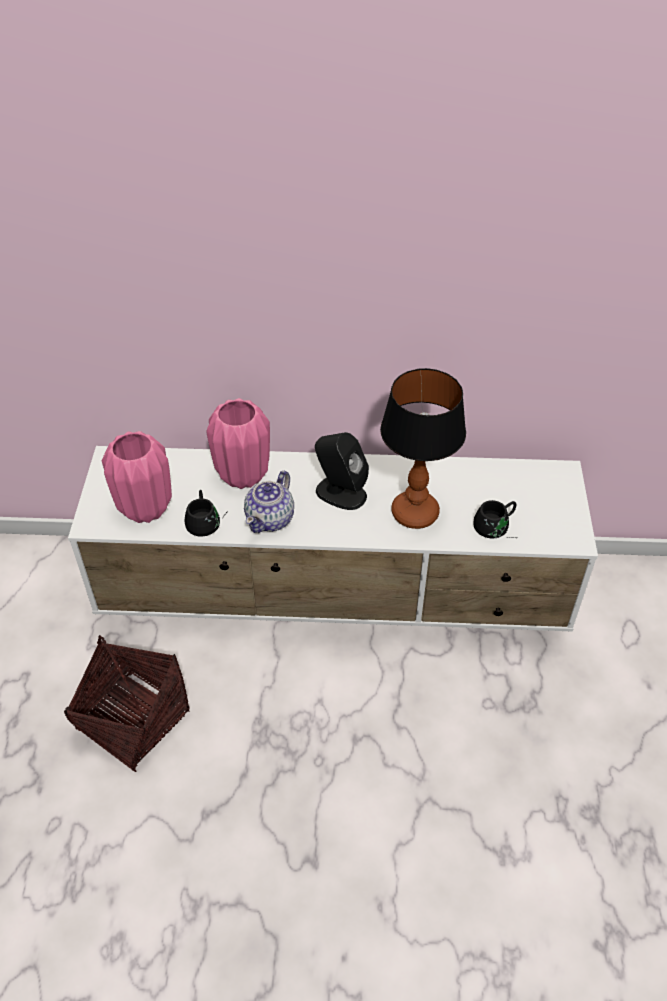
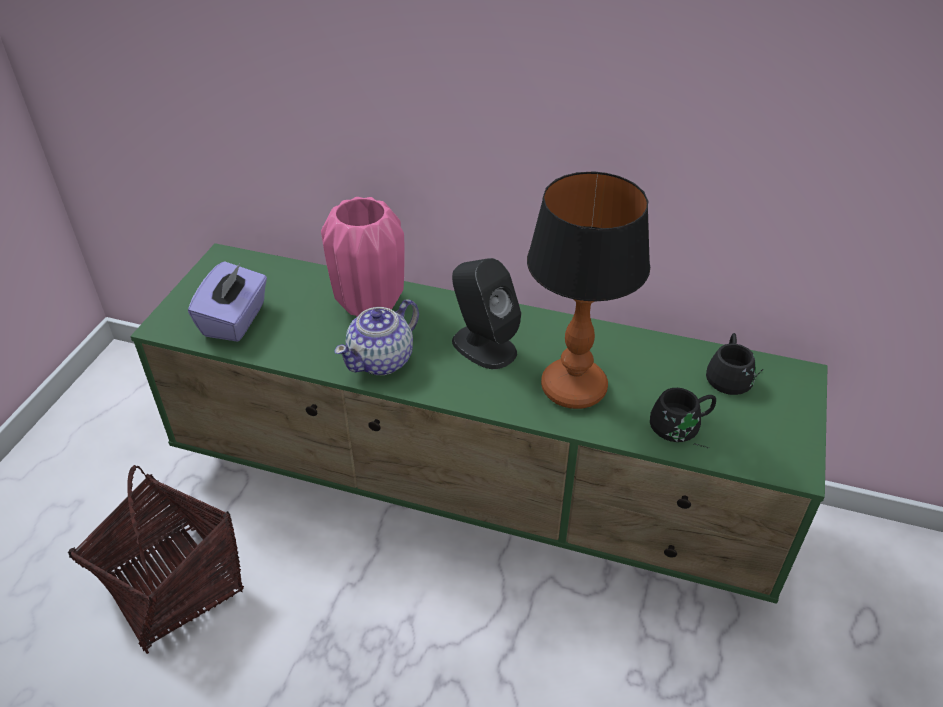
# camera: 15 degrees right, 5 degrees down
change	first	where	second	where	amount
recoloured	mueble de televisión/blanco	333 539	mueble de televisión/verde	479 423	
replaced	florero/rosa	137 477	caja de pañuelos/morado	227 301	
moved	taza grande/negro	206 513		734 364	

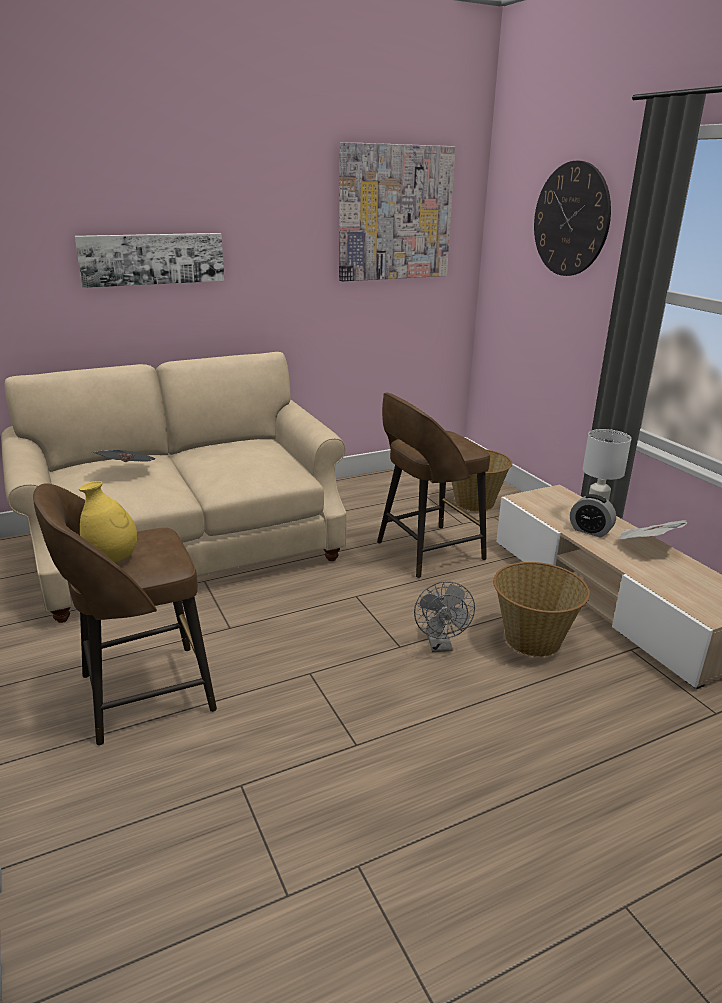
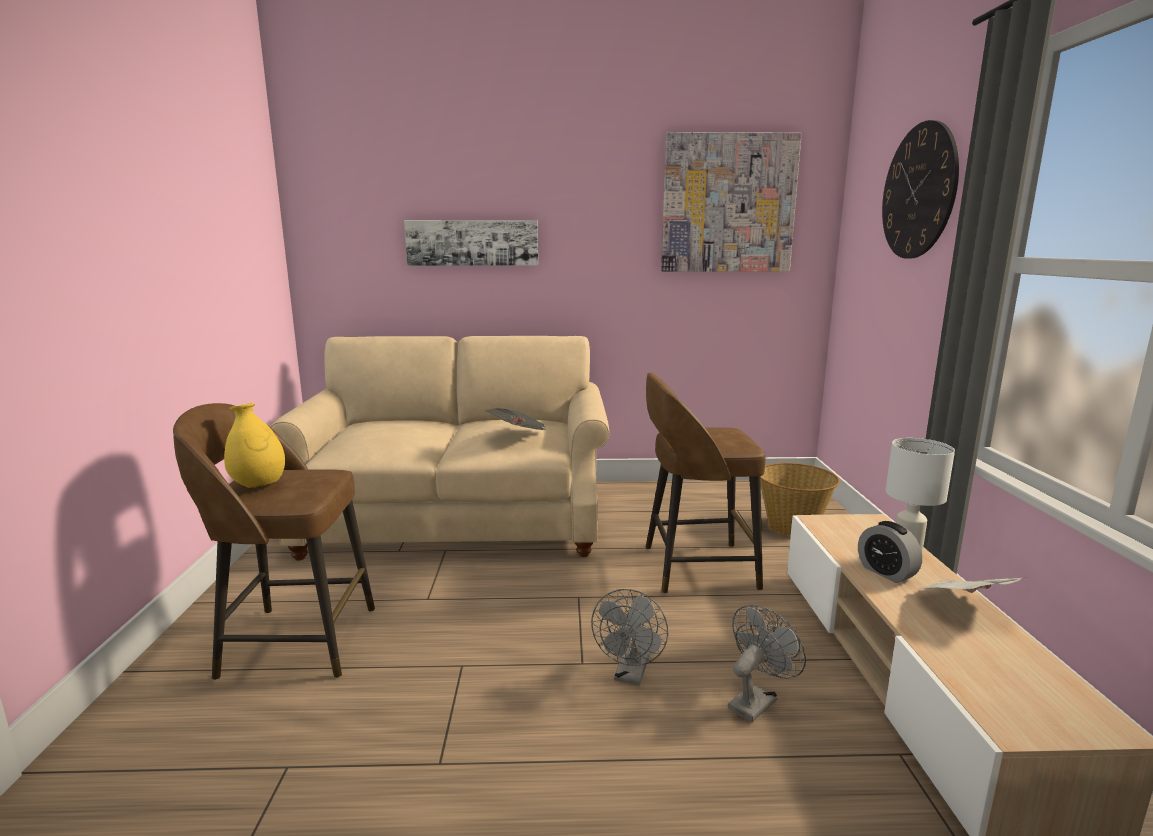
# camera: 25 degrees right, 10 degrees down
change	first	where	second	where	amount
moved	periódico	124 456		516 419	
replaced	cesta	541 609	ventilador/gris	767 663	

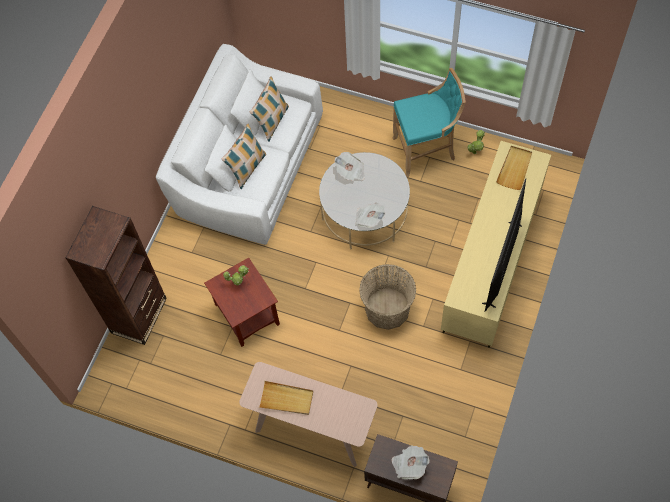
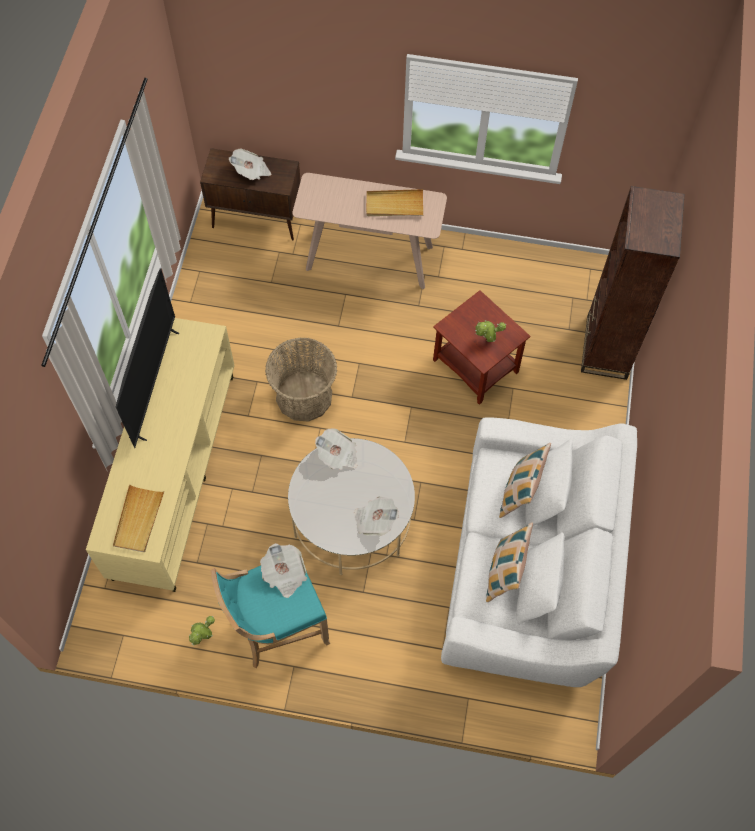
# camera: 165 degrees right, 0 degrees up
change	first	where	second	where	amount
added			periódico	283 570	

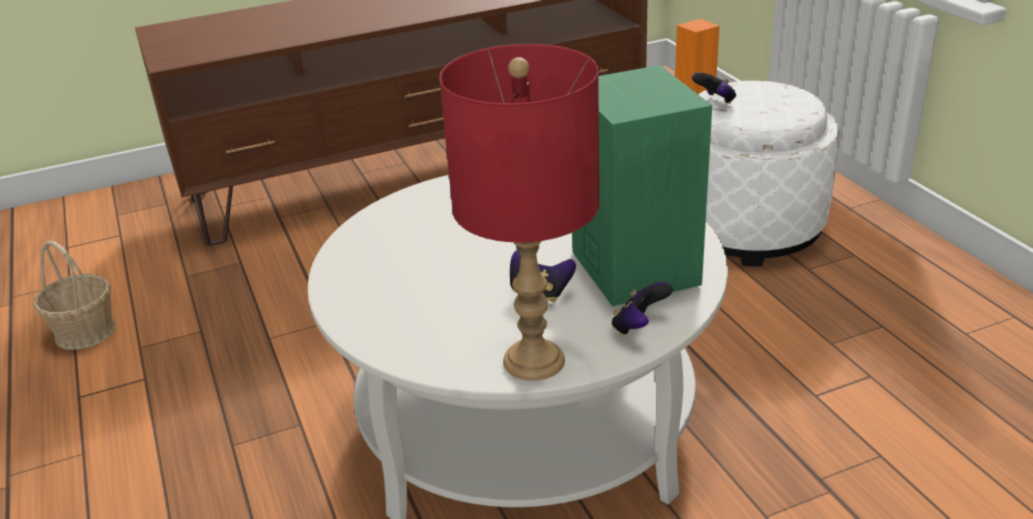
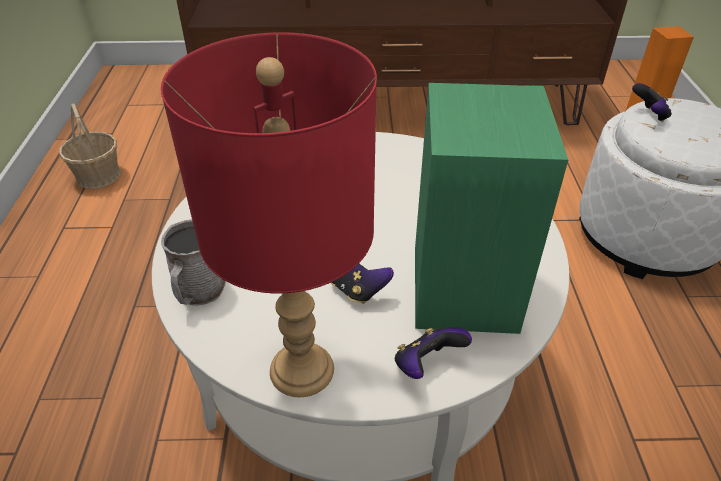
# camera: 20 degrees right, 10 degrees up
change	first	where	second	where	amount
added			taza grande/gris	193 262	

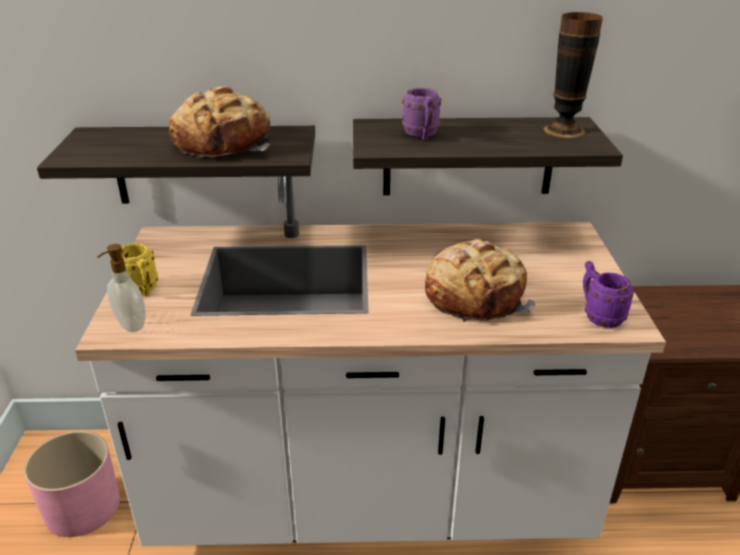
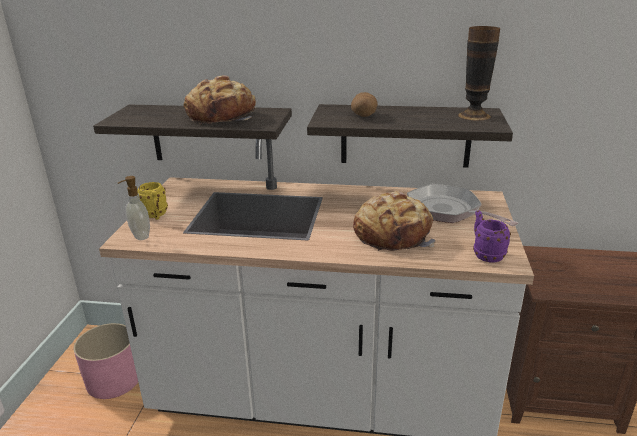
# camera: 10 degrees right, 5 degrees down
change	first	where	second	where	amount
replaced	taza grande/morado	421 114	patata	364 104	
added			sartén	462 205	

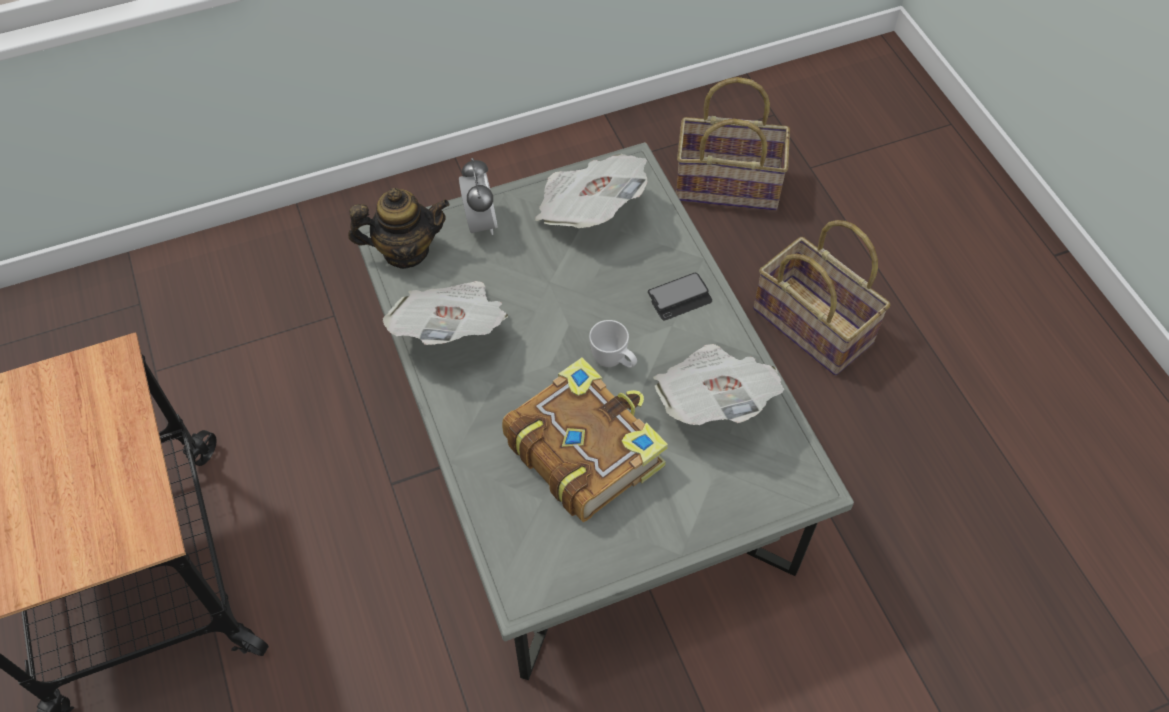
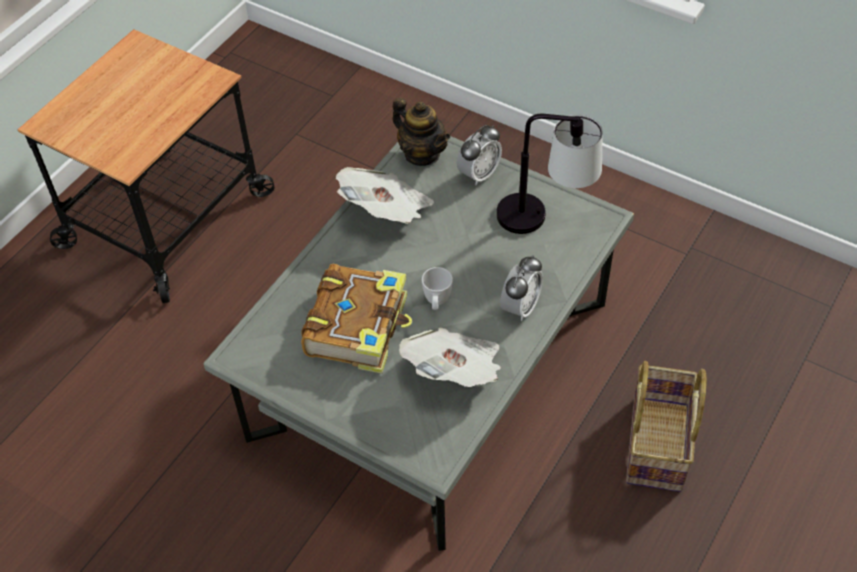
# camera: 55 degrees right, 5 degrees down
change	first	where	second	where	amount
replaced	periódico	591 191	lámpara de mesa	549 174	
replaced	móvil	680 297	despertador	522 288	
removed	cesta	733 143			

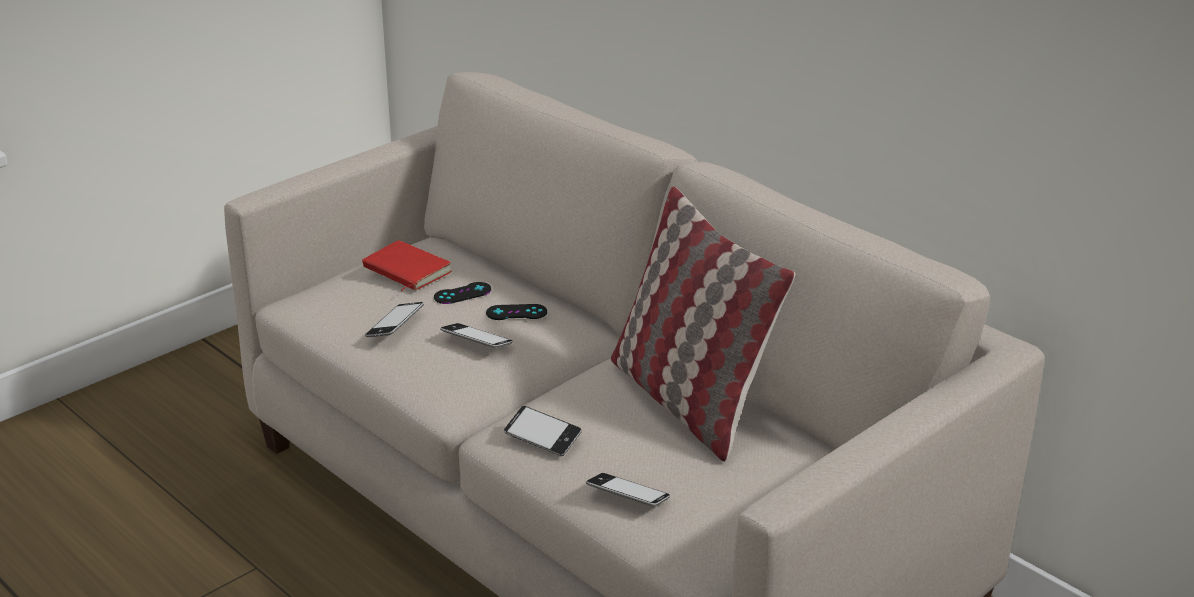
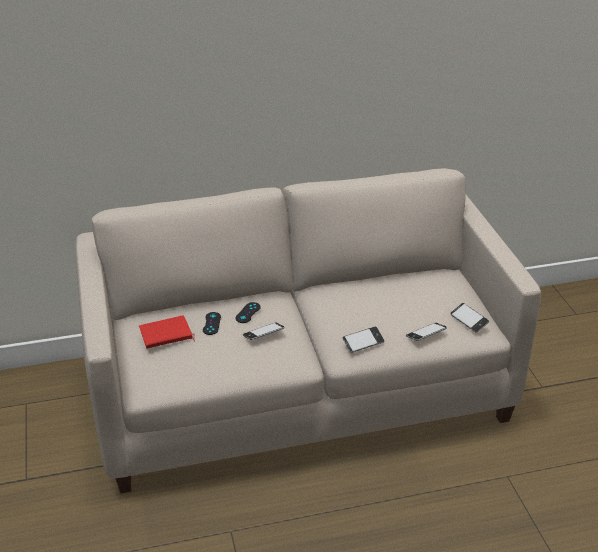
# camera: 60 degrees left, 5 degrees up
change	first	where	second	where	amount
moved	móvil	394 319		469 318	
removed	cojín	703 324			

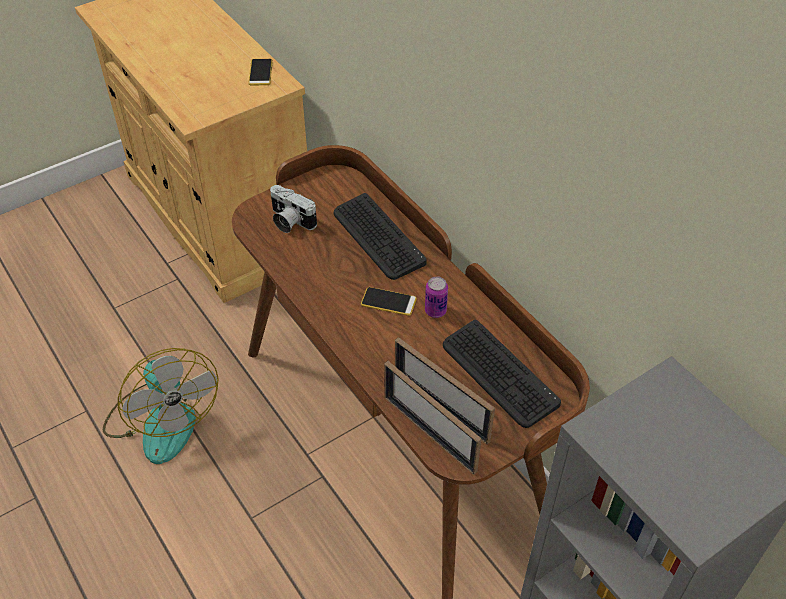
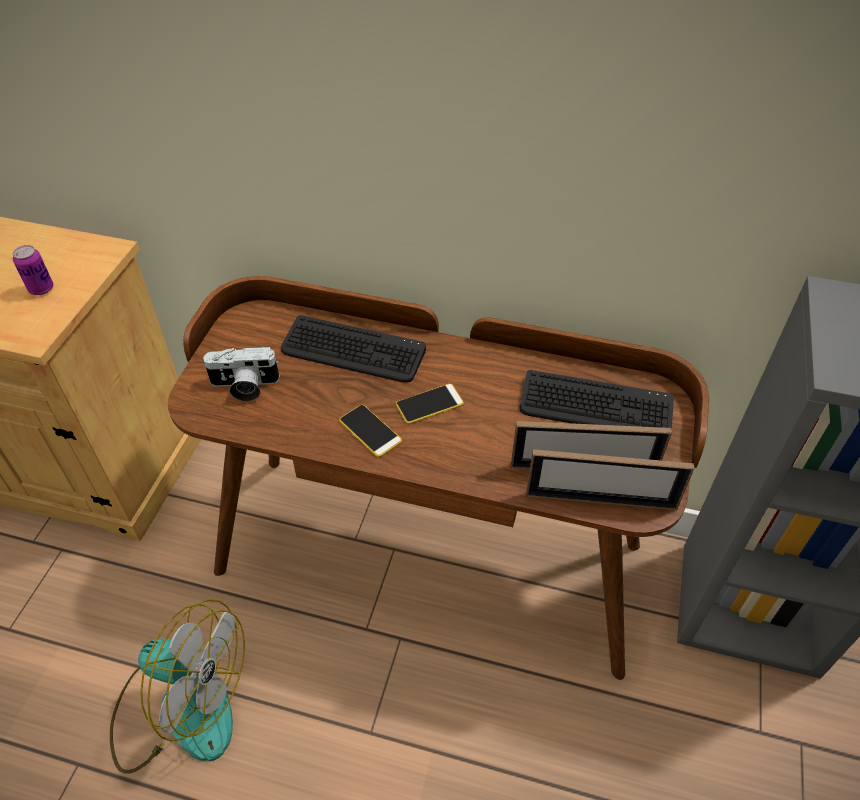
# camera: 40 degrees left, 0 degrees up
change	first	where	second	where	amount
moved	lata	436 297		33 270	
moved	móvil	260 72		370 431	

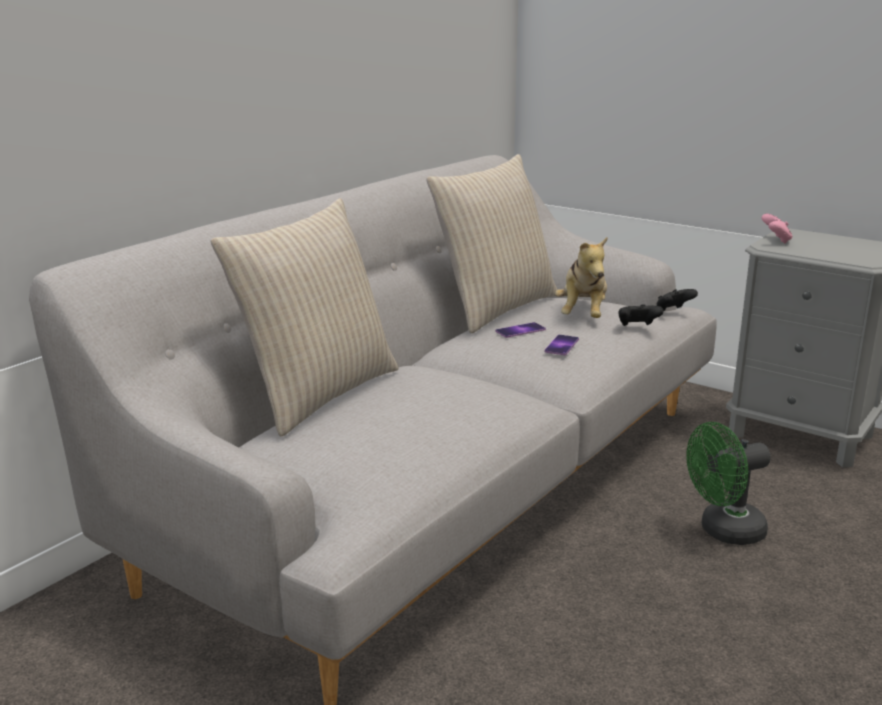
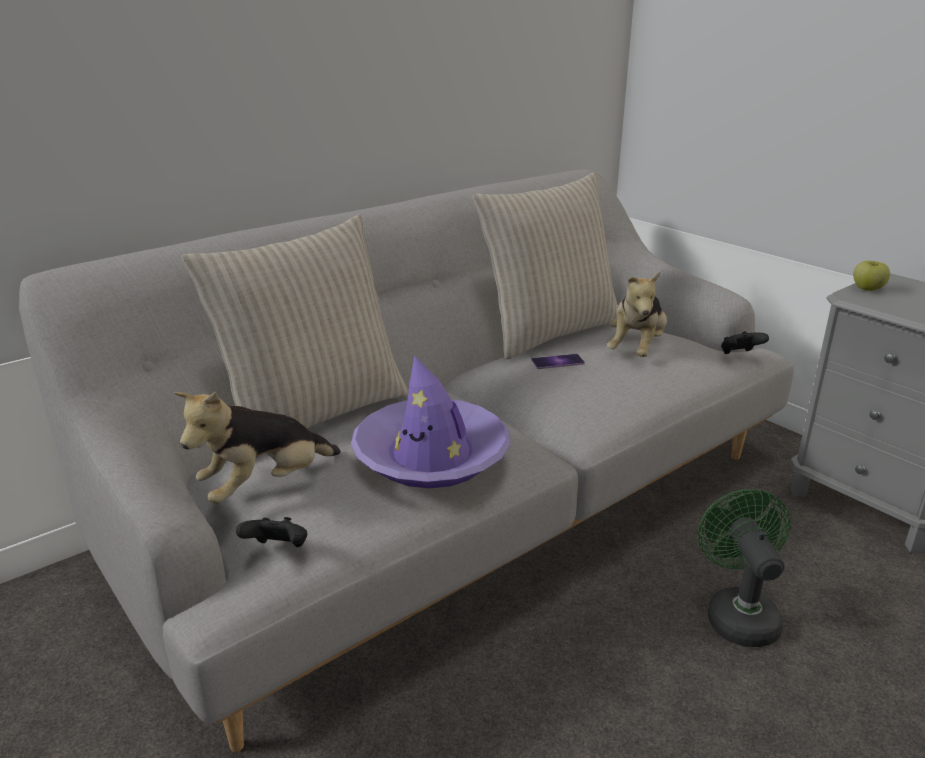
# camera: 15 degrees right, 5 degrees up
change	first	where	second	where	amount
added			peluche	257 448	
moved	mando de consola/negro	640 315		271 532	
added			sombrero/morado	430 421	
turned	ventilador/verde	728 483		744 568	90 degrees clockwise
replaced	mando de consola/rosa	777 229	manzana	871 276	
removed	móvil	561 345			

